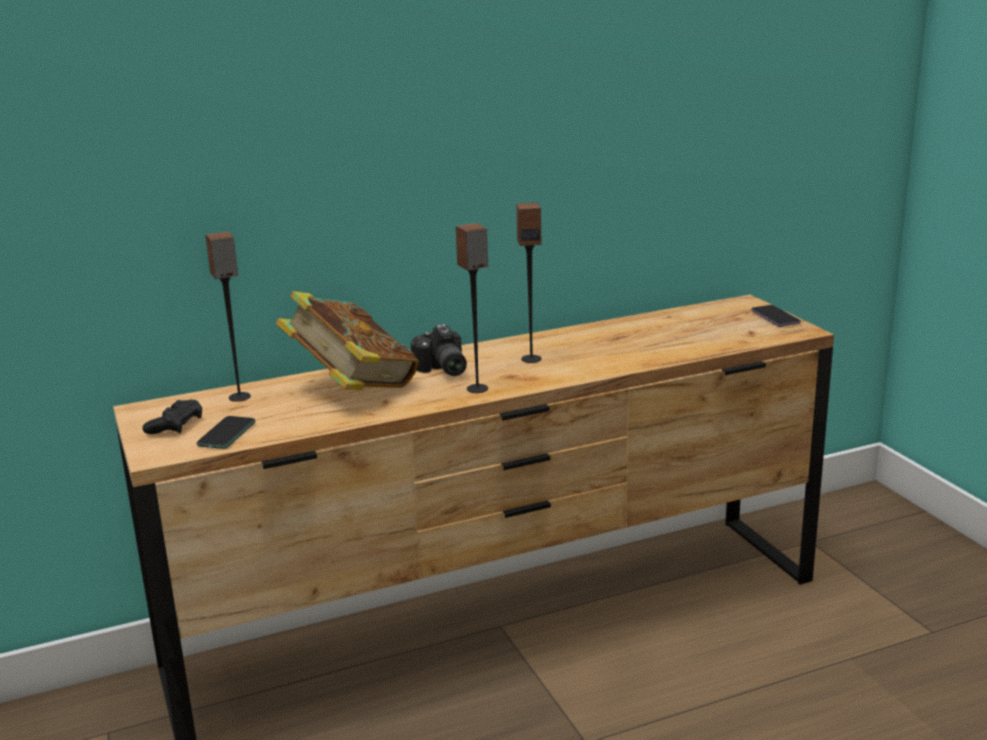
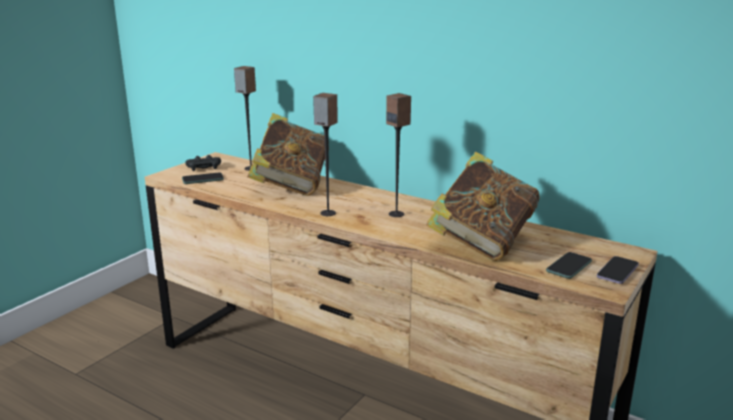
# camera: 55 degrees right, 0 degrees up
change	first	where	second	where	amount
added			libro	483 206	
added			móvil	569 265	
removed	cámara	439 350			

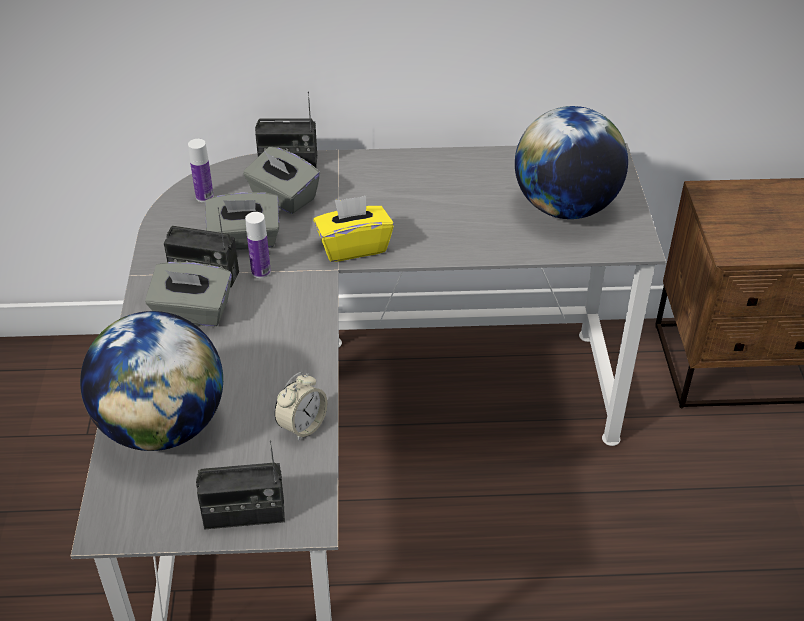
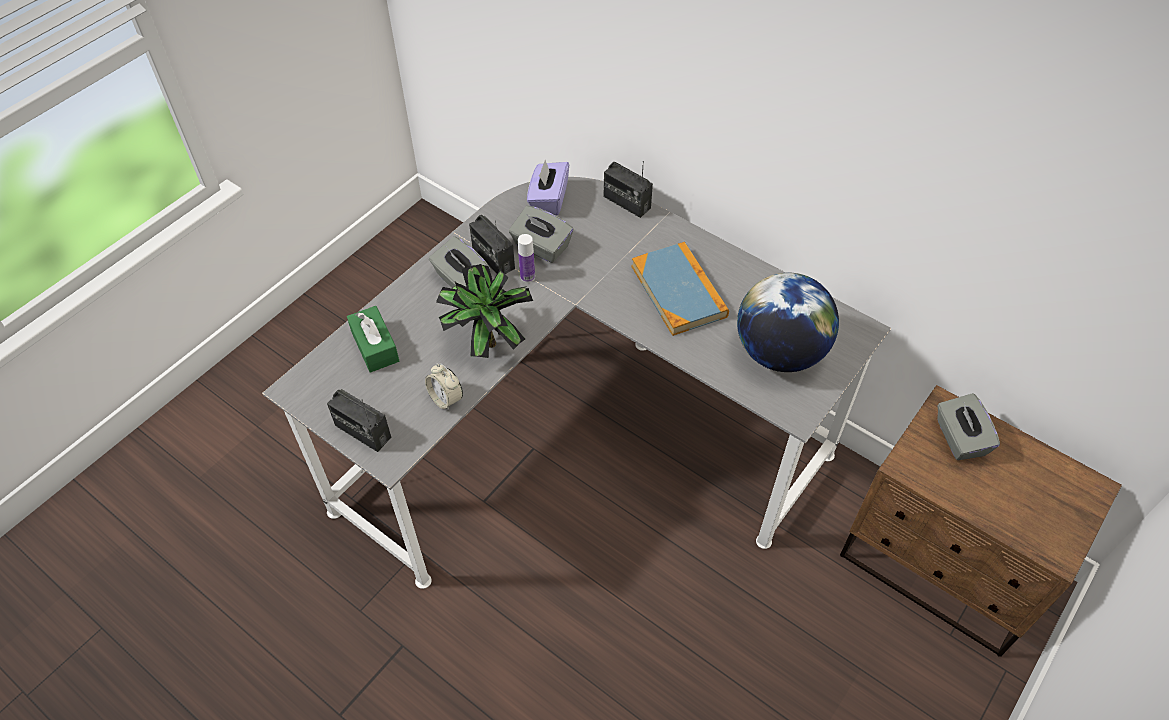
# camera: 40 degrees right, 10 degrees up
change	first	where	second	where	amount
replaced	globo terráqueo	151 381	caja de pañuelos/verde	373 339	
turned	despertador	300 406		444 387	60 degrees clockwise
added			planta en maceta	484 311	
replaced	botella	201 170	caja de pañuelos/morado	548 187	
added			libro	680 289	
moved	caja de pañuelos/gris	281 180		968 426	
removed	caja de pañuelos/amarillo	353 229			

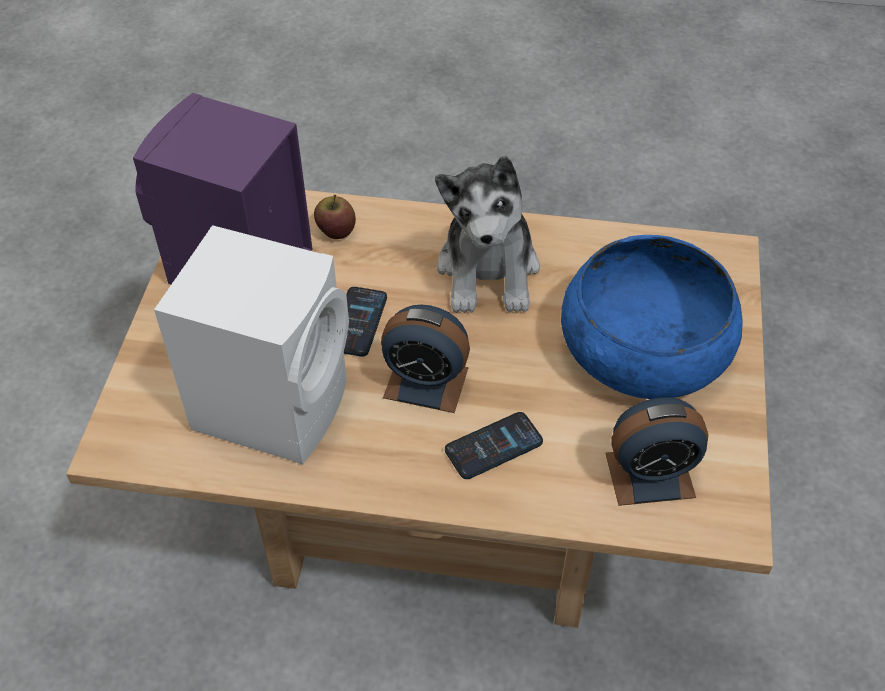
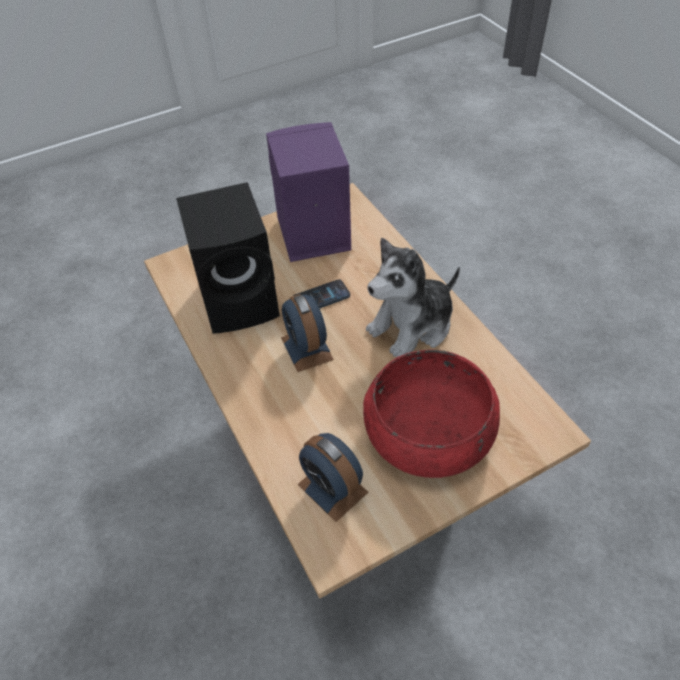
# camera: 55 degrees right, 0 degrees up
change	first	where	second	where	amount
recoloured	altavoz/blanco	251 344	altavoz/negro	228 258	
recoloured	cuenco/azul	652 317	cuenco/rojo	431 413	
removed	manzana	335 217			
removed	móvil	494 445			

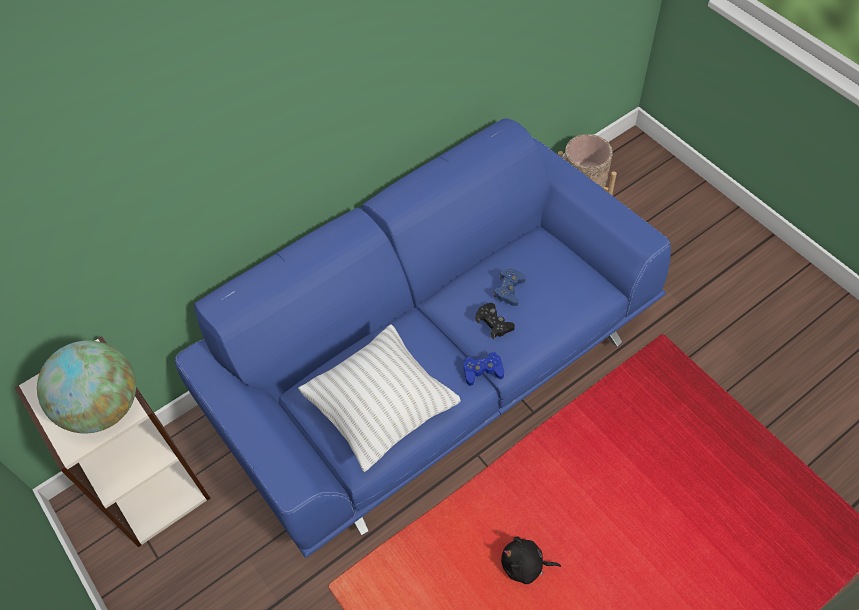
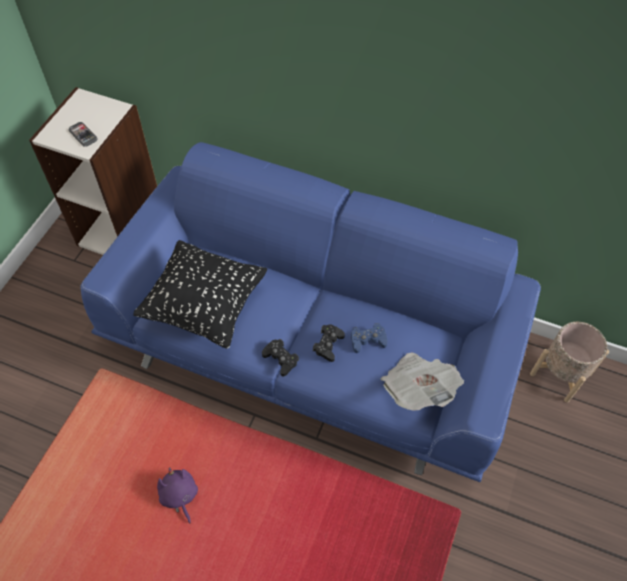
# camera: 55 degrees right, 0 degrees up
change	first	where	second	where	amount
replaced	globo terráqueo	86 387	móvil	83 134	
recoloured	cojín/blanco	379 398	cojín/negro	200 294	
recoloured	peluche/negro	531 560	peluche/morado	177 495	
recoloured	mando de consola/azul	484 369	mando de consola/negro	280 357	
added			periódico	422 381	

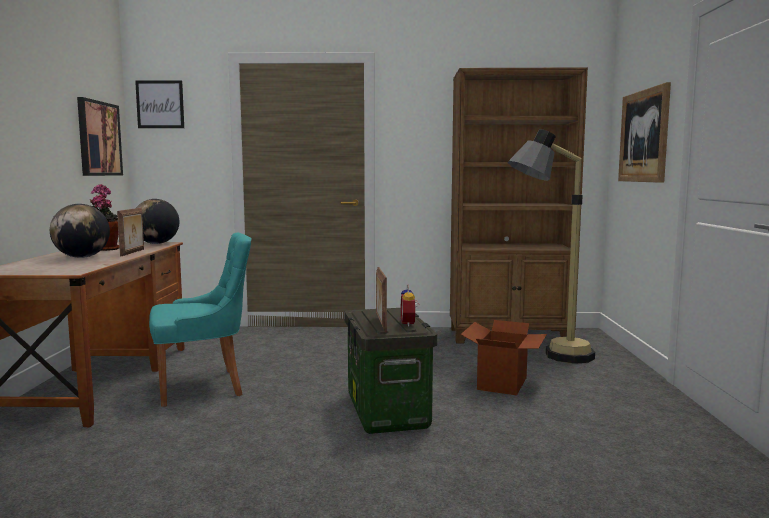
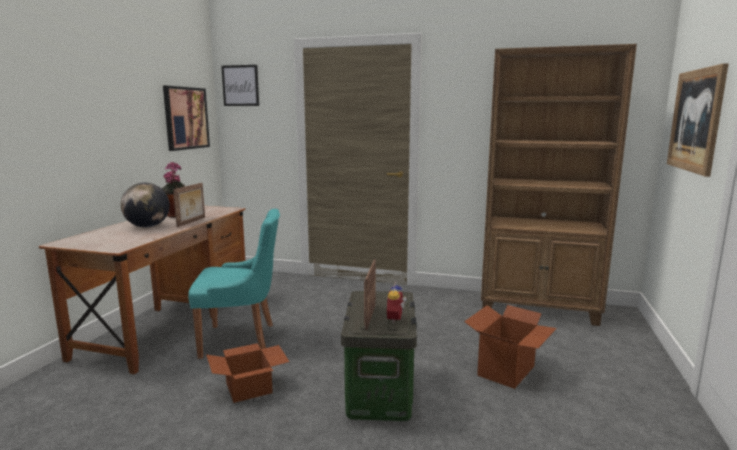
# camera: 15 degrees right, 5 degrees up
change	first	where	second	where	amount
added			caja de cartón	248 373	
removed	globo terráqueo	157 221			
removed	lámpara de pie	551 246			

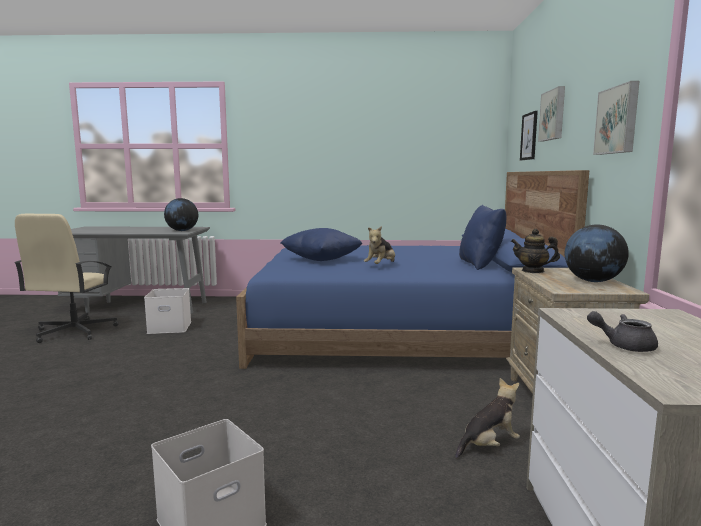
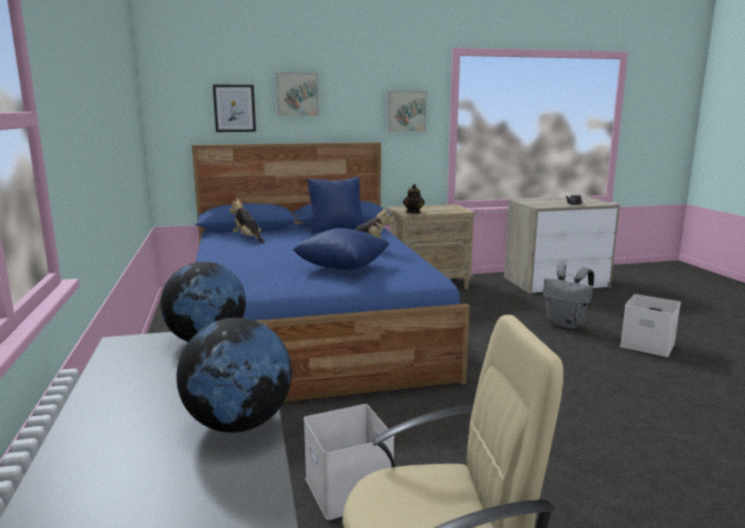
# camera: 105 degrees left, 5 degrees up
change	first	where	second	where	amount
moved	globo terráqueo	597 253		234 375	
moved	peluche	487 418		247 221	
added			mochila/gris	568 296	

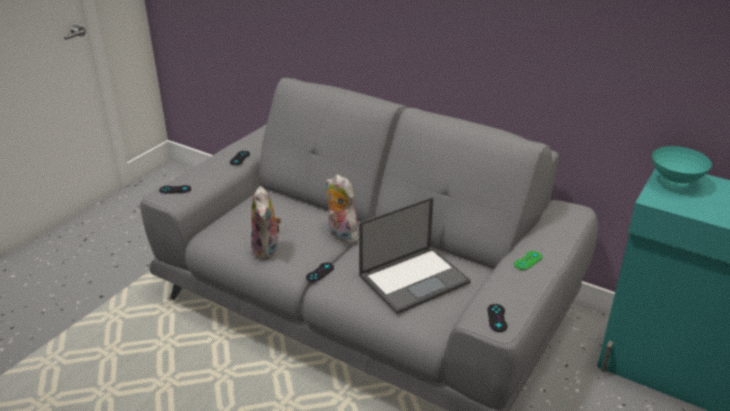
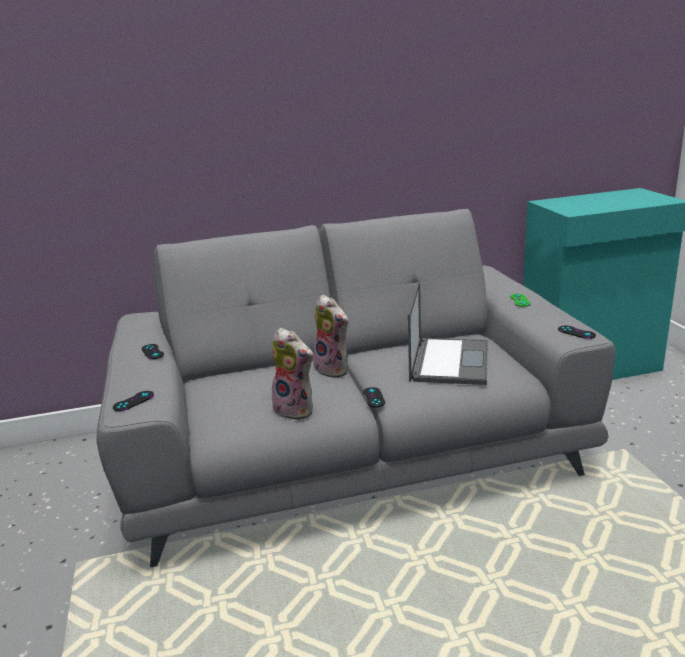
# camera: 45 degrees left, 10 degrees down
change	first	where	second	where	amount
turned	peluche	342 208		331 336	135 degrees counterclockwise
removed	cuenco/turquesa	682 166			

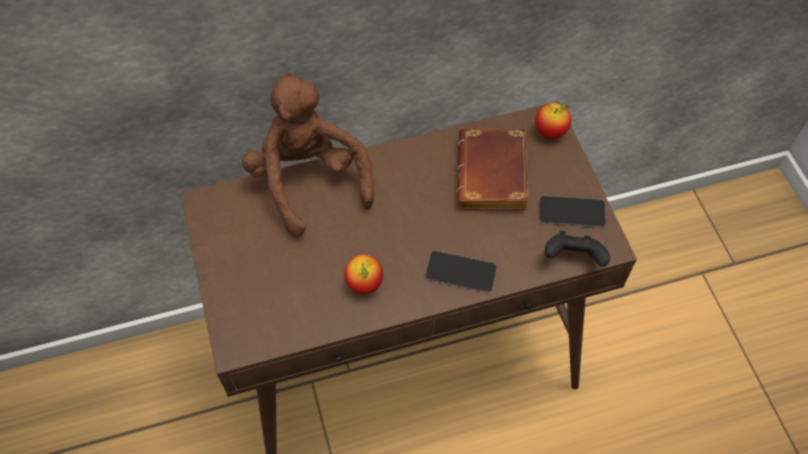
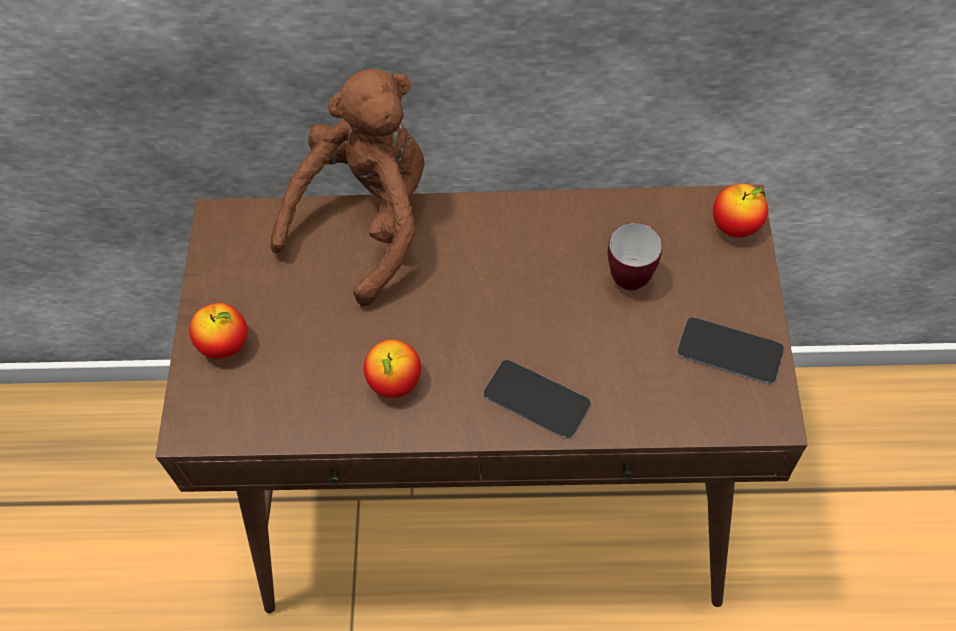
# camera: 20 degrees right, 0 degrees up
change	first	where	second	where	amount
added			manzana	218 331	
turned	peluche/marrón	308 155		347 187	45 degrees clockwise
replaced	libro/marrón	492 169	taza grande	635 257	
removed	mando de consola/negro	577 249			

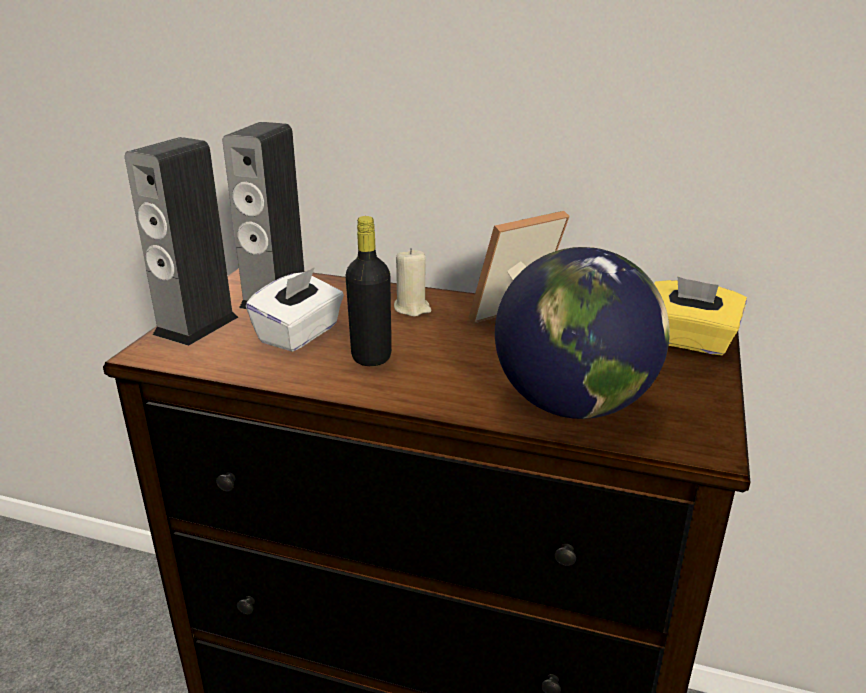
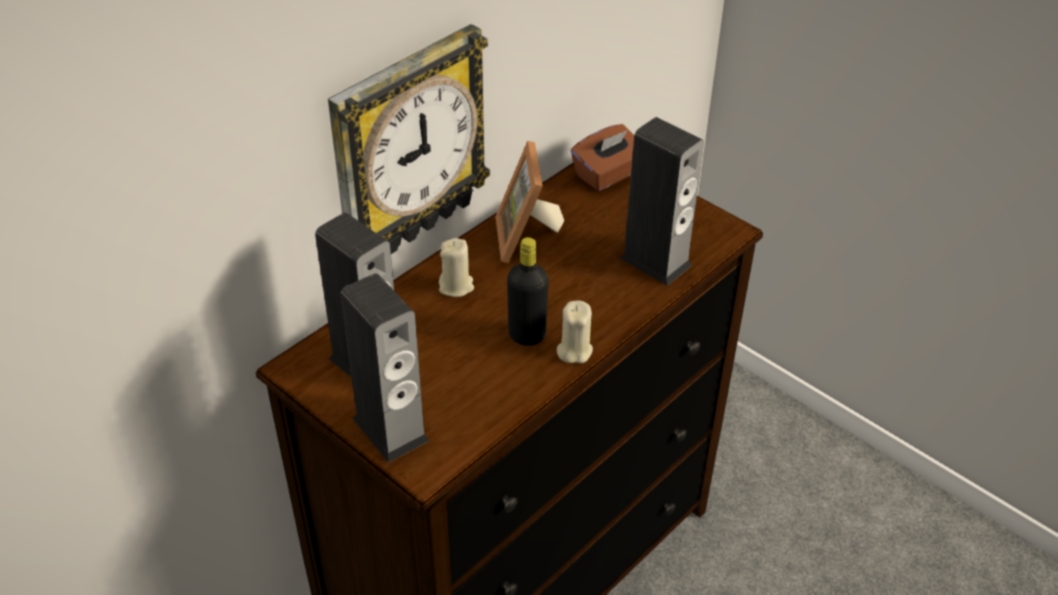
# camera: 65 degrees left, 15 degrees up
change	first	where	second	where	amount
added			reloj de pared	409 139	
added			vela/beis	575 332	
recoloured	caja de pañuelos/amarillo	700 316	caja de pañuelos/marrón	602 157	
replaced	globo terráqueo	582 333	altavoz	662 201	
removed	caja de pañuelos/blanco	295 309			

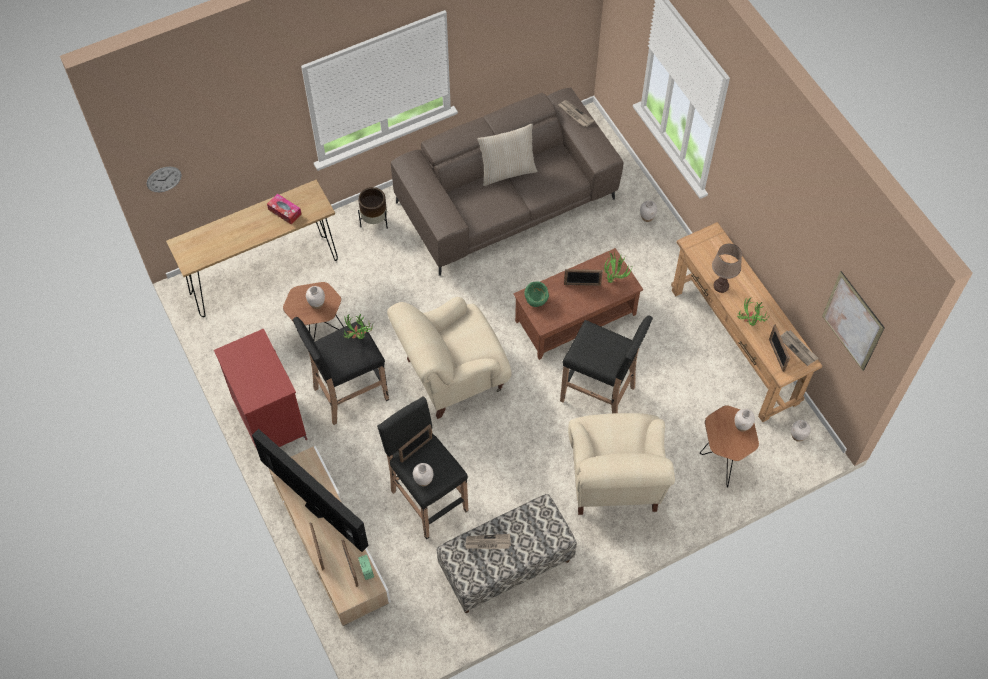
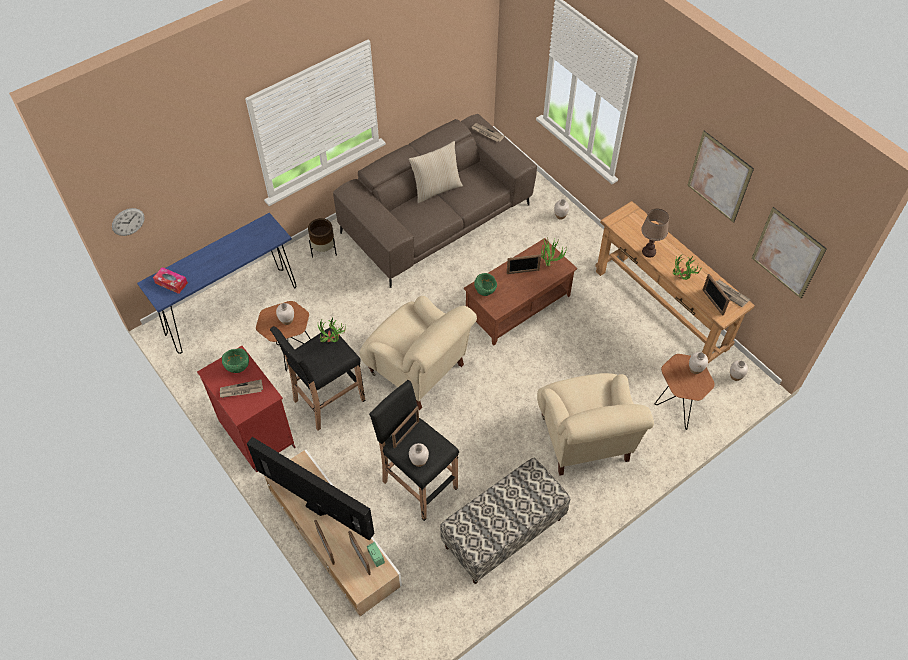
# camera: 10 degrees left, 5 degrees down
change	first	where	second	where	amount
recoloured	mesa consola/marrón	252 248	mesa consola/azul	216 283	
moved	caja de pañuelos	284 209		170 280	
moved	periódico	488 541		241 389	
added			cuenco/verde	235 360	
turned	sillón/beis	449 358		418 353	105 degrees counterclockwise
added			cuadro	720 177	
removed	taburete/negro	606 364			

